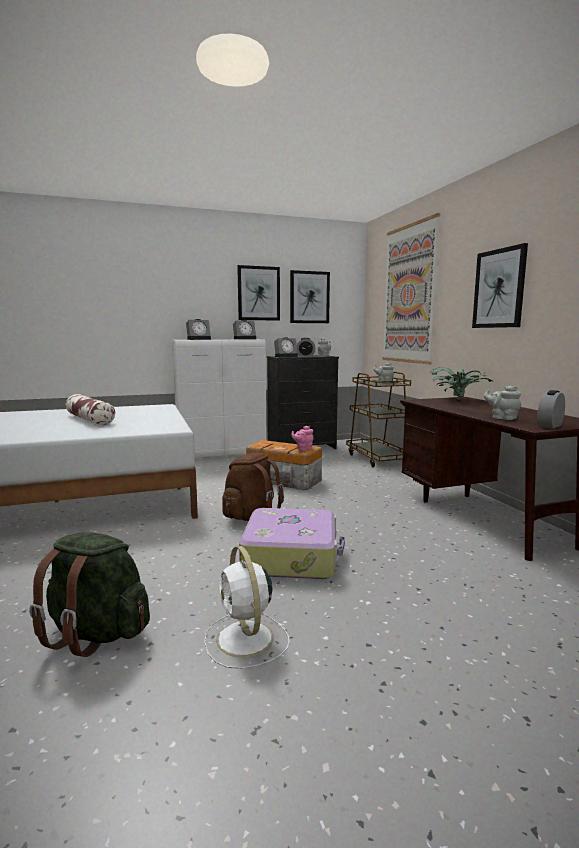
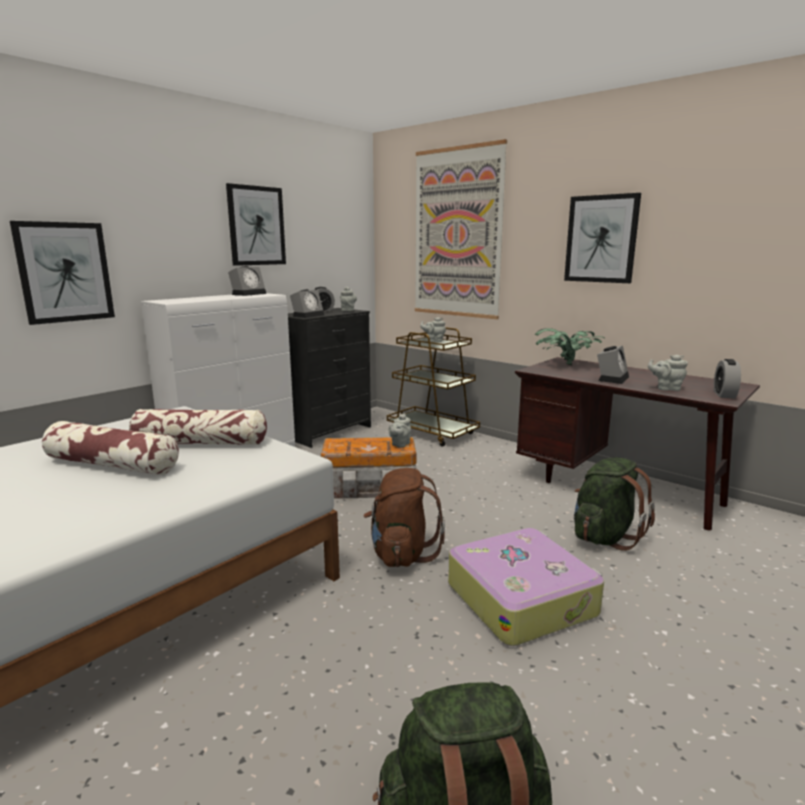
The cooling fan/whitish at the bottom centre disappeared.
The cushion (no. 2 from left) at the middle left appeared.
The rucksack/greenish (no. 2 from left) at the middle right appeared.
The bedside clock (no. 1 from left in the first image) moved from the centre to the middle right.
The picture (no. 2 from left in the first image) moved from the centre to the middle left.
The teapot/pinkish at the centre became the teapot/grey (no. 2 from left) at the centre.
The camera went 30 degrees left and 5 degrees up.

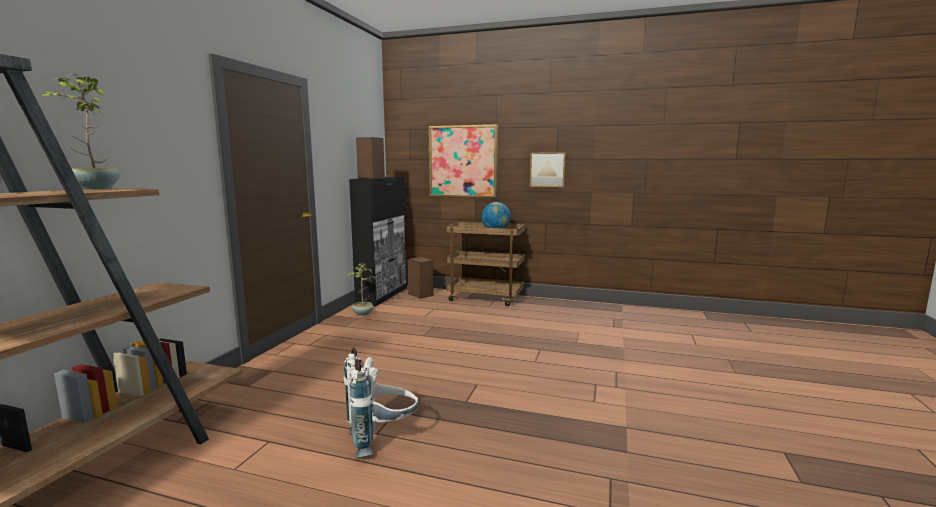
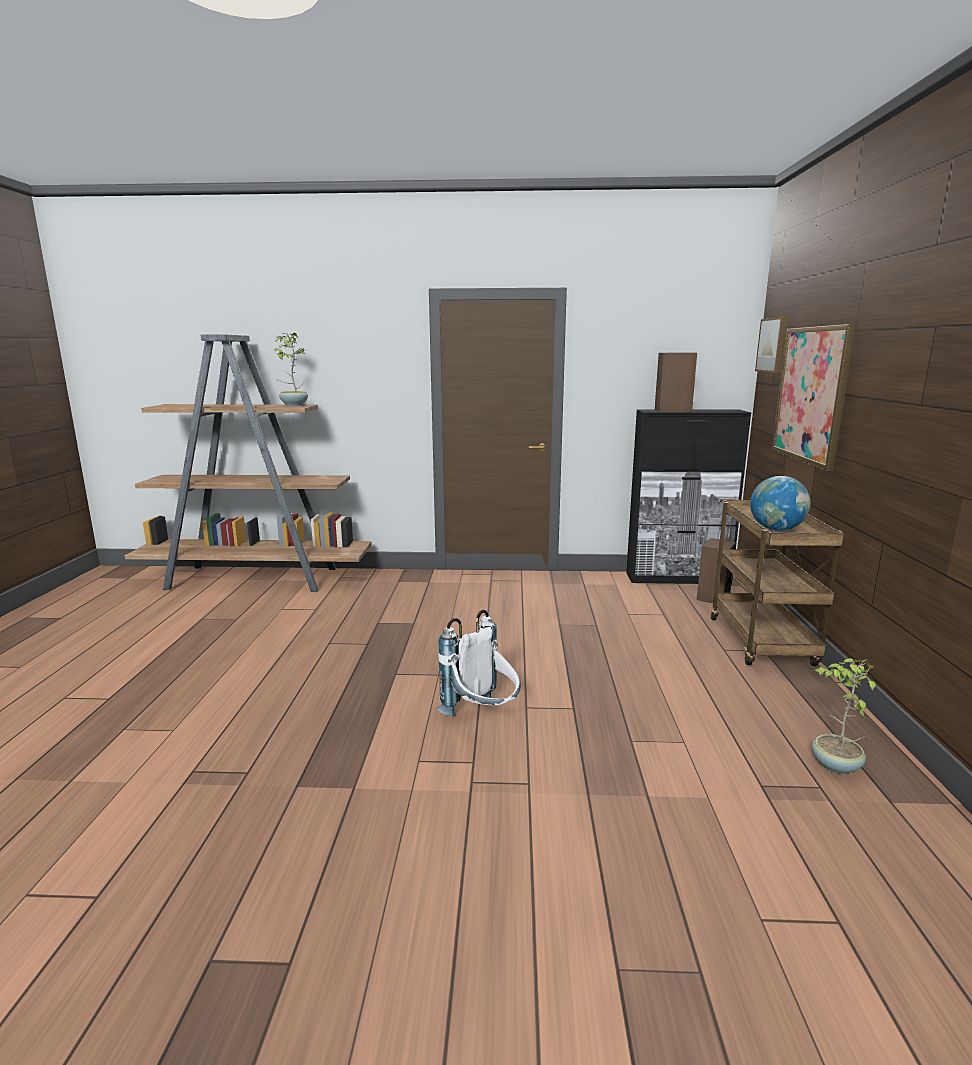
The rucksack/whitish moved from the bottom centre to the centre.
The plant in a pot (no. 2 from left) moved from the centre to the bottom right.
The picture (no. 2 from left in the first image) moved from the centre to the top right.
The camera went 75 degrees right and 5 degrees up.

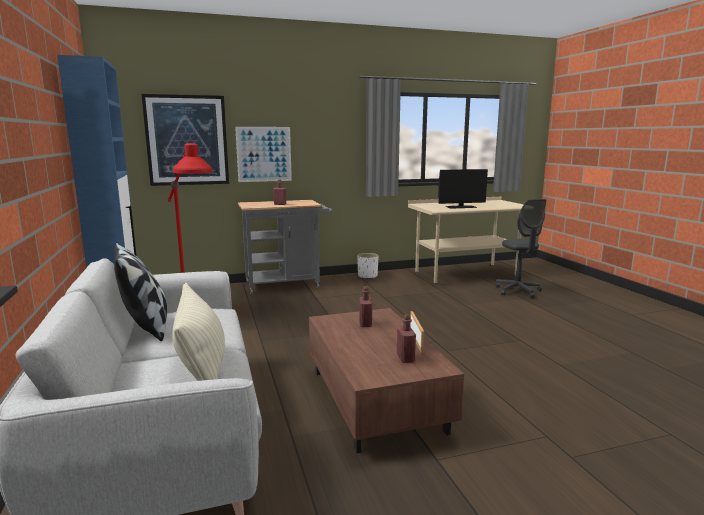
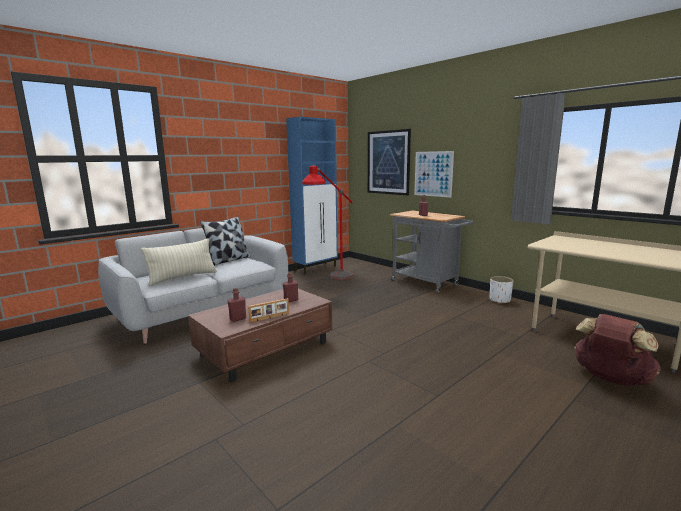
The monitor at the centre disappeared.
The computer chair/grey at the middle right was replaced by the rucksack/brownish at the bottom right.
The camera went 65 degrees right and 0 degrees up.

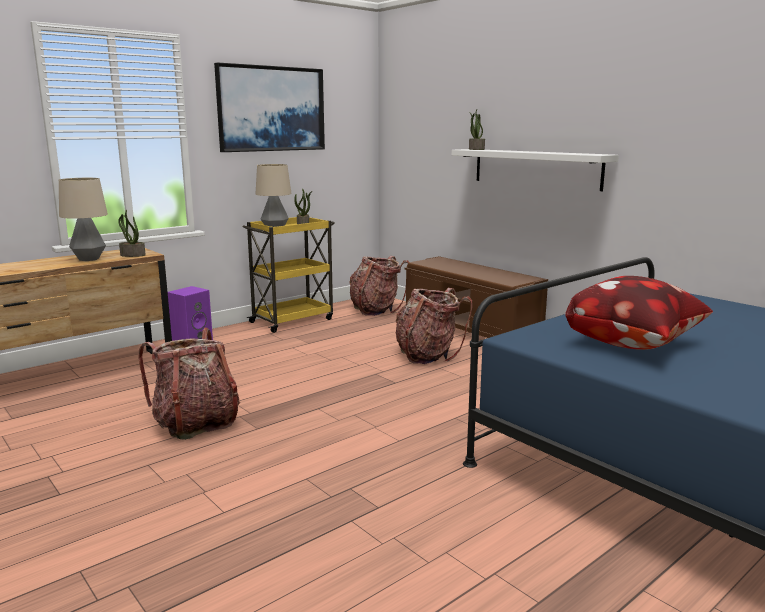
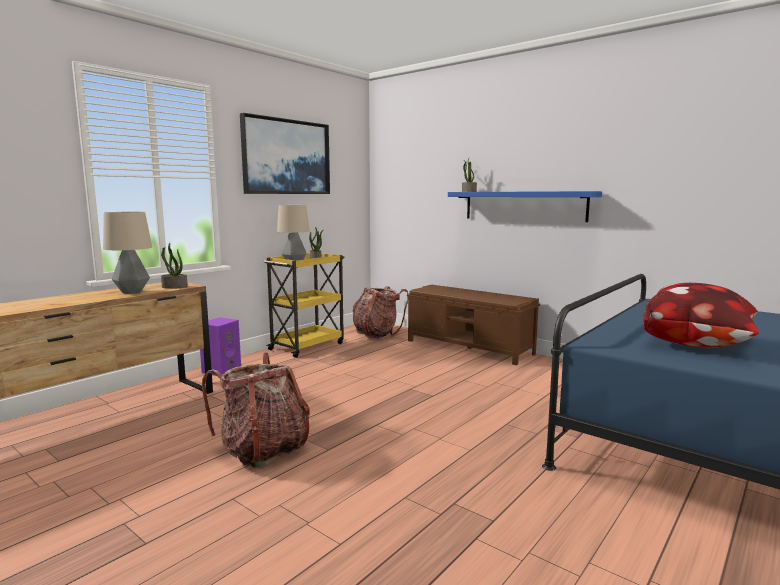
The rucksack (no. 3 from left) at the centre disappeared.
The wall shelf/whitish at the top right became the wall shelf/blue at the middle right.
The camera went 10 degrees left and 5 degrees down.

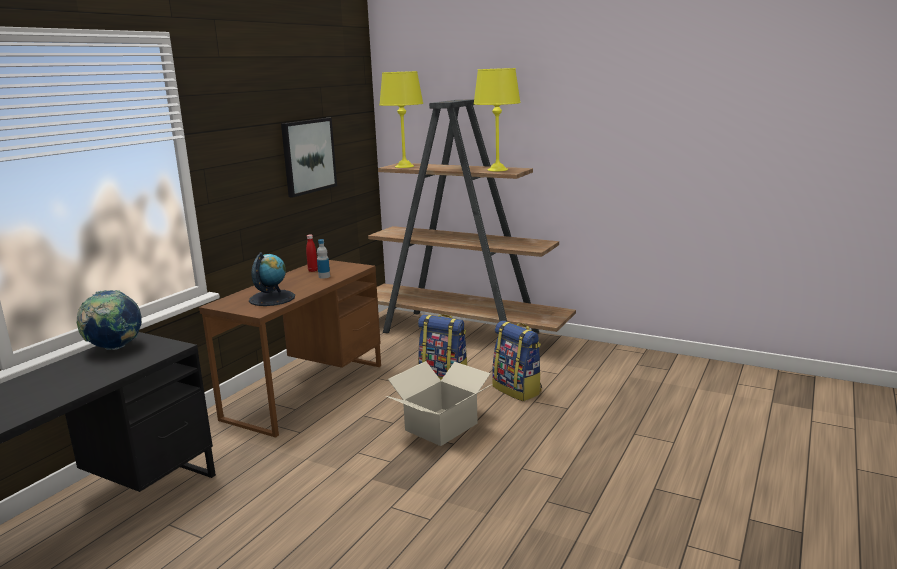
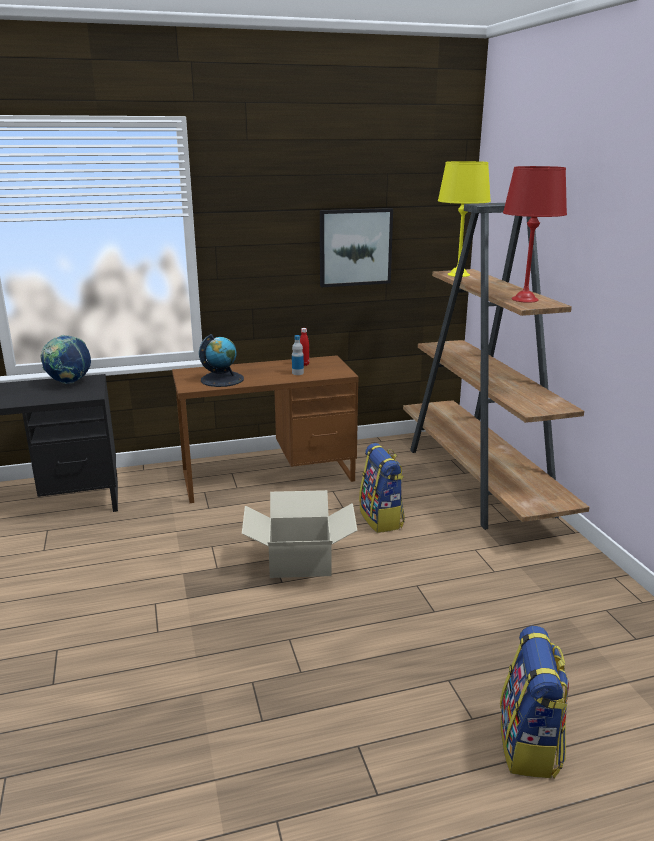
The rucksack (no. 2 from left) moved from the centre to the bottom right.
The table lamp/yellowish (no. 2 from left) at the top centre became the table lamp/reddish at the top right.
The camera went 45 degrees right and 5 degrees up.

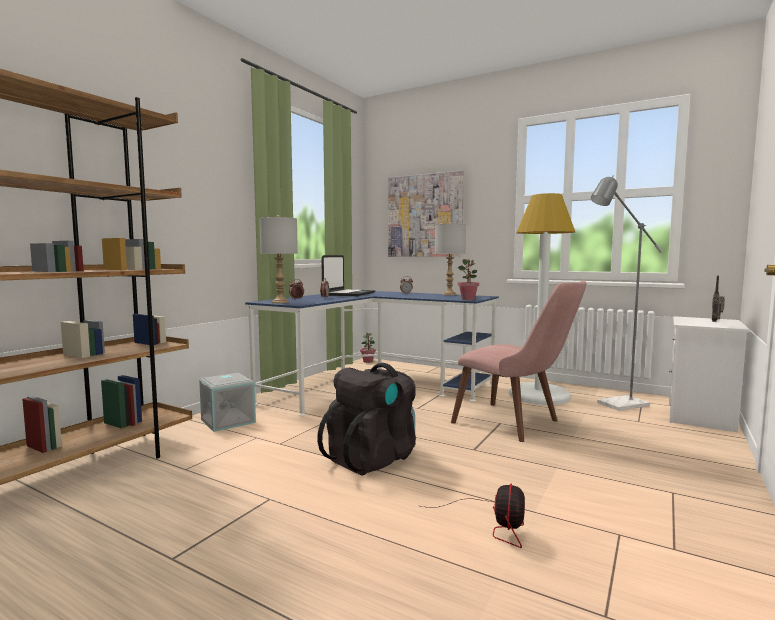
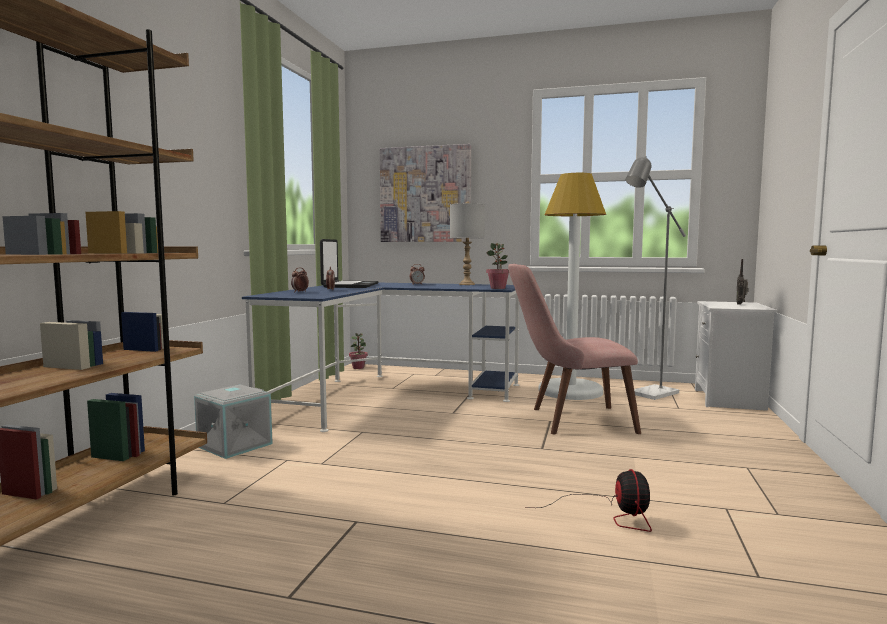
The table lamp/grey (no. 1 from left) at the centre disappeared.
The rucksack/black at the bottom centre disappeared.
The plain chair/pinkish at the middle right turned 150 degrees clockwise.
The camera went 15 degrees left and 0 degrees up.

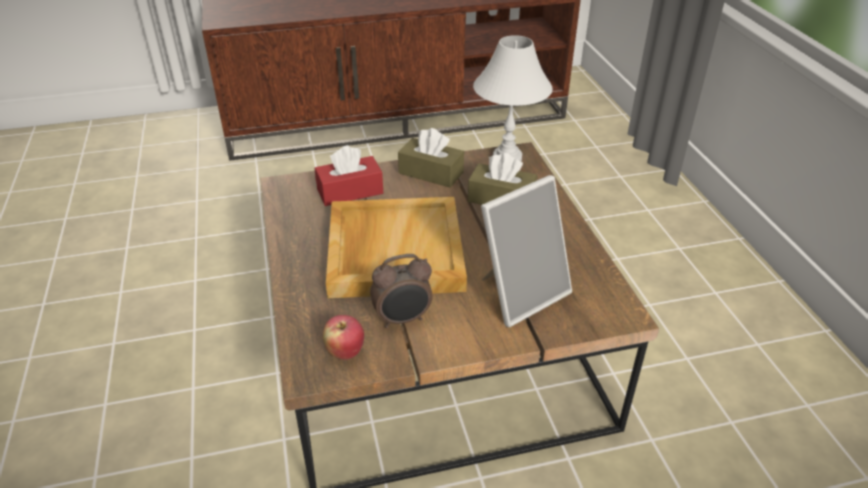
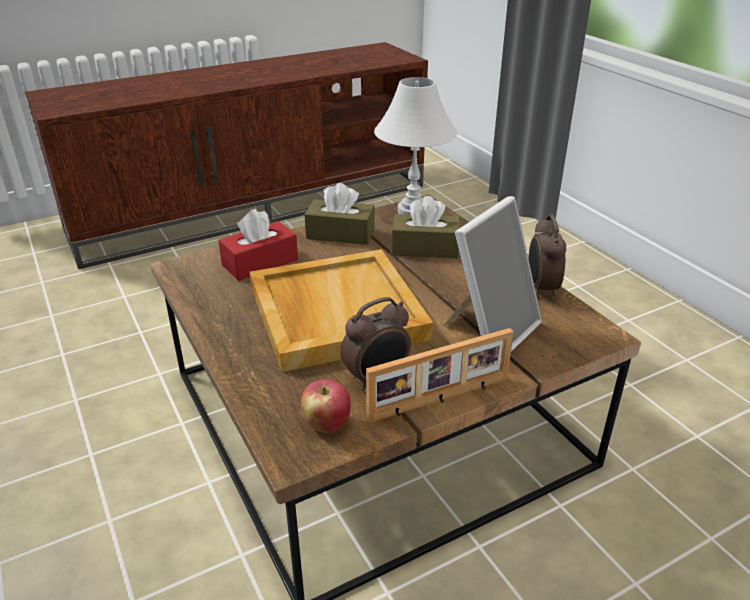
The picture frame (no. 1 from left) at the centre appeared.
The bedside clock (no. 2 from left) at the middle right appeared.
The camera went 15 degrees left and 5 degrees down.

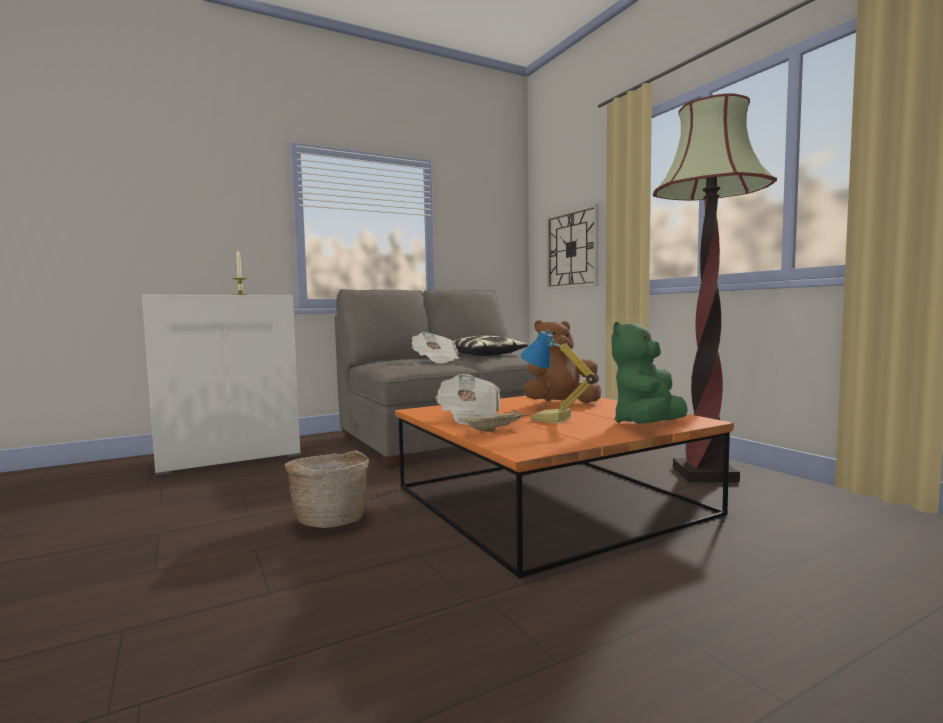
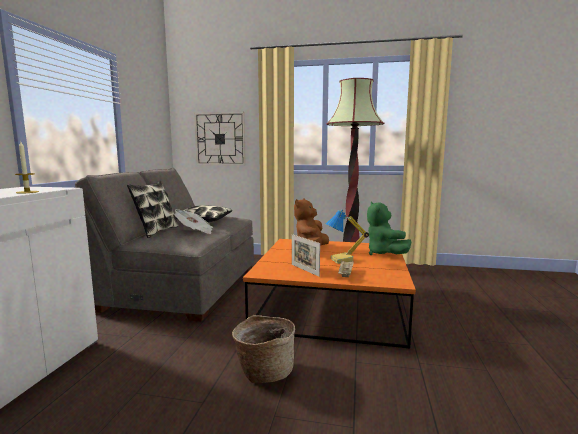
The cushion (no. 1 from left) at the middle left appeared.
The printed paper (no. 2 from left) at the centre was replaced by the picture frame at the centre.
The camera went 50 degrees left and 5 degrees up.

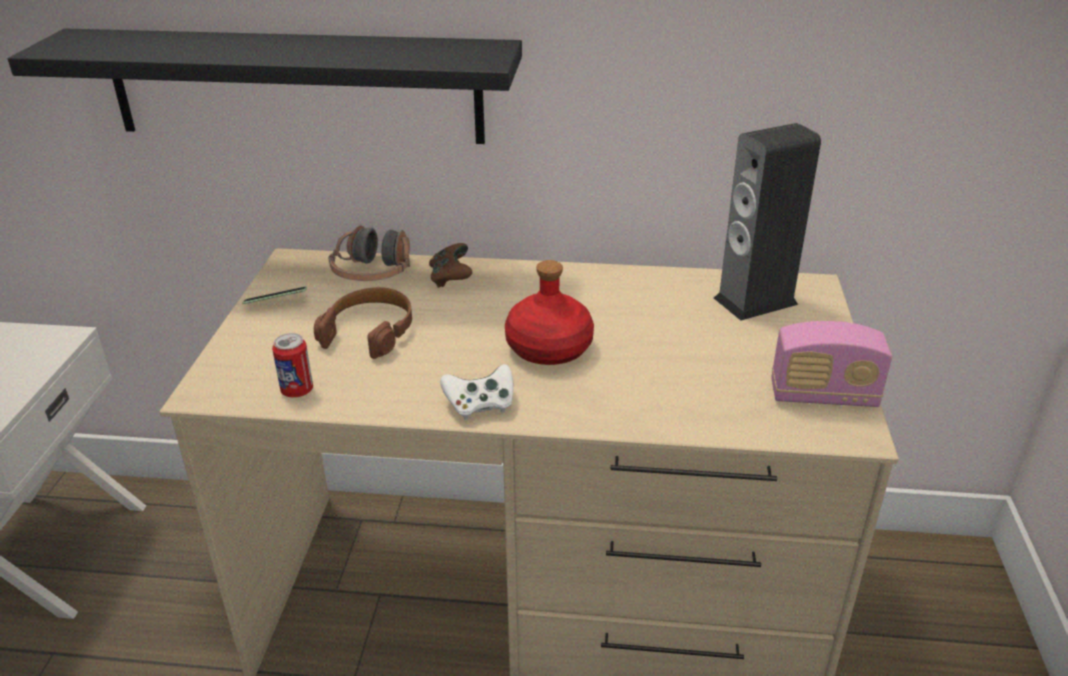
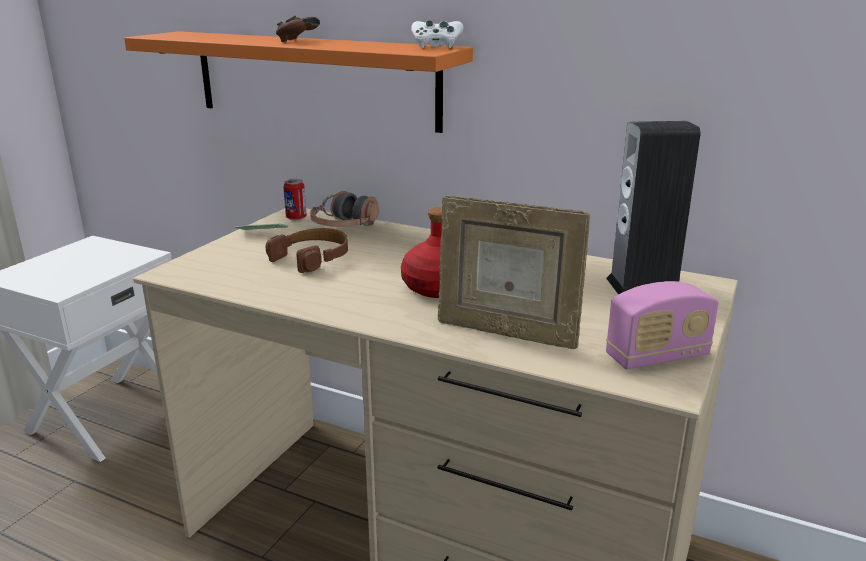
The picture frame at the centre appeared.
The sealed can moved from the middle left to the centre.
The game controller/brownish moved from the centre to the top centre.
The game controller/whitish moved from the centre to the top centre.
The wall shelf/black at the top left became the wall shelf/orangey at the top centre.
The radio at the middle right turned 45 degrees counterclockwise.
The camera went 20 degrees right and 10 degrees down.

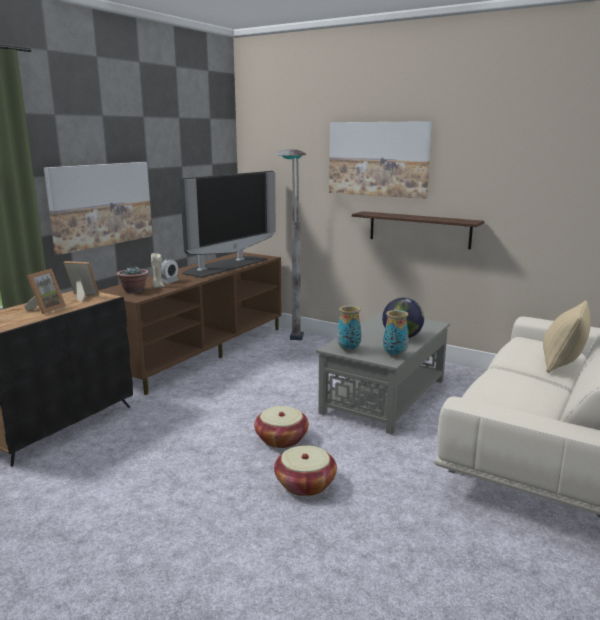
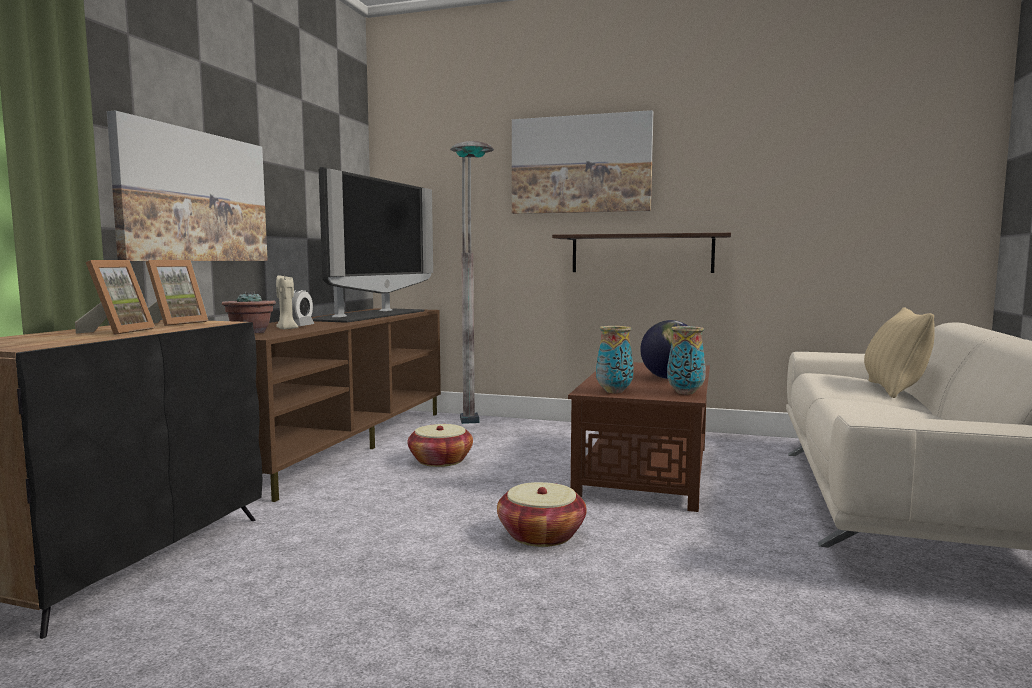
The basket (no. 2 from left in the first image) moved from the bottom centre to the centre.
The lounge table/grey at the centre became the lounge table/brownish at the centre.
The picture frame (no. 2 from left) at the middle left turned 120 degrees clockwise.
The camera went 15 degrees left and 10 degrees down.

